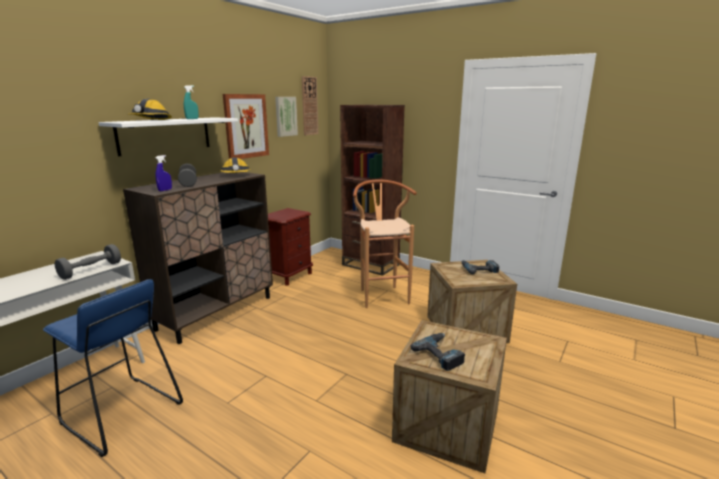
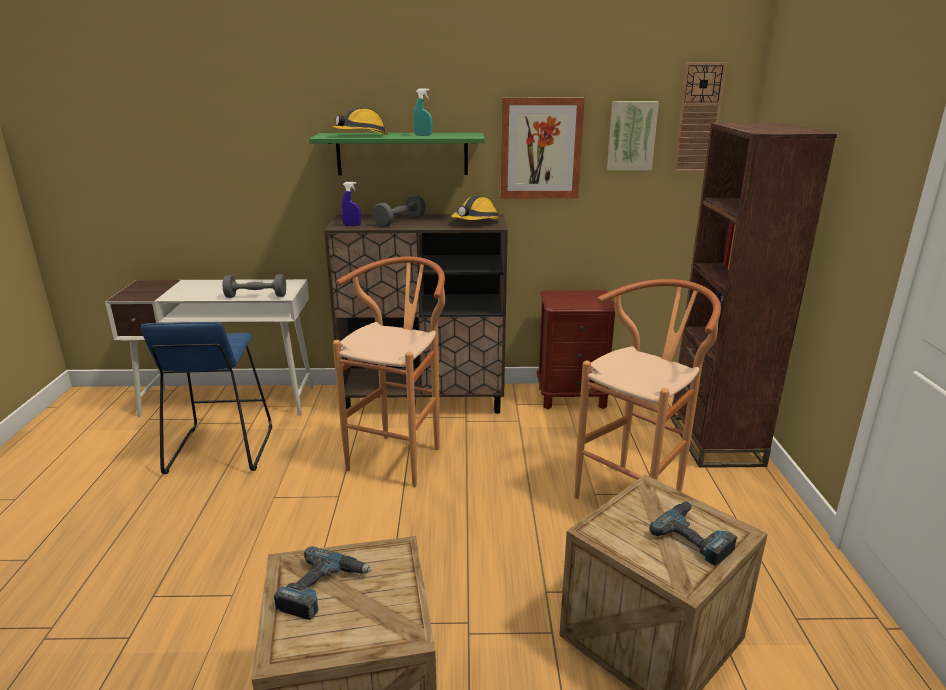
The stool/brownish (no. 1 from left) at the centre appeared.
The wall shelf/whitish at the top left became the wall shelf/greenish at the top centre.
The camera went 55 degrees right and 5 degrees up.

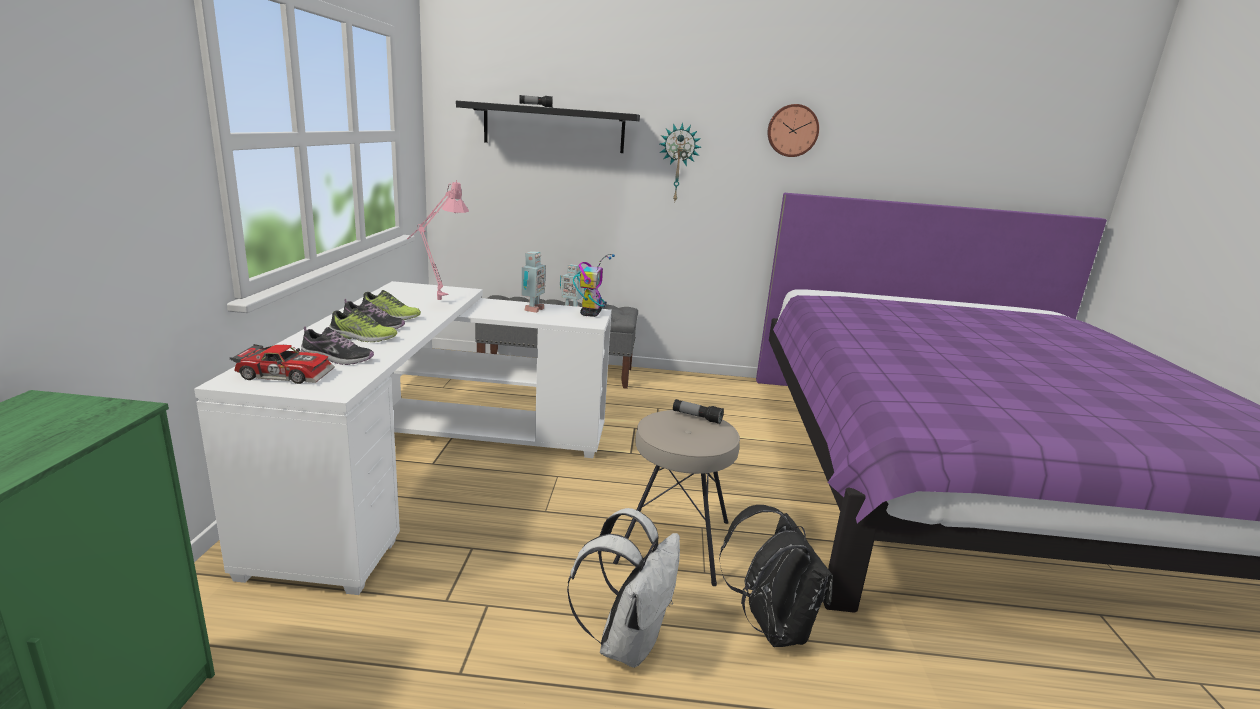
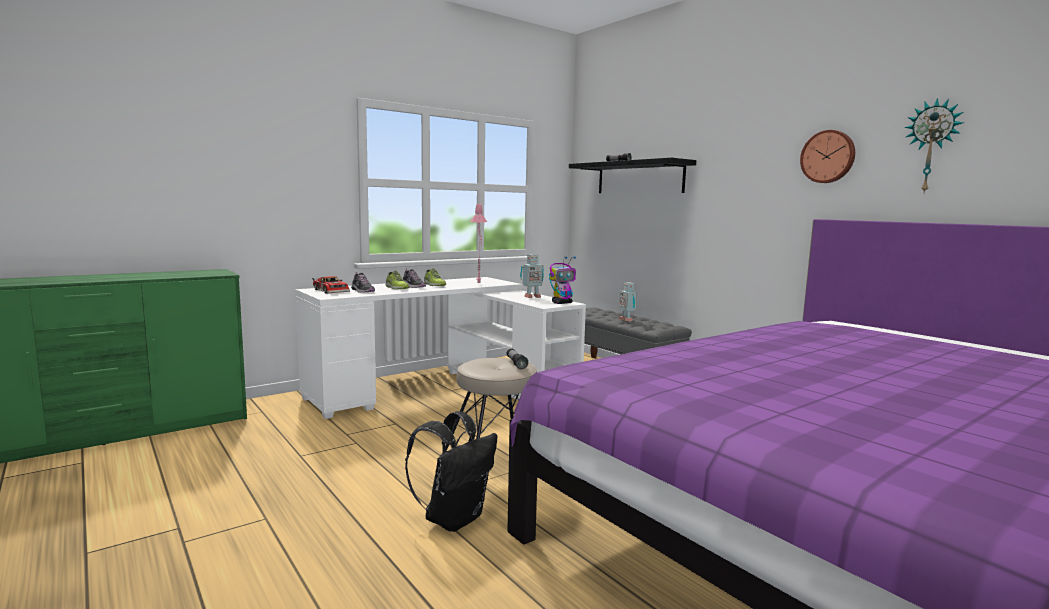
The rucksack/whitish at the bottom centre disappeared.
The wall clock (no. 1 from left in the first image) moved from the top centre to the top right.
The camera went 50 degrees right and 10 degrees down.

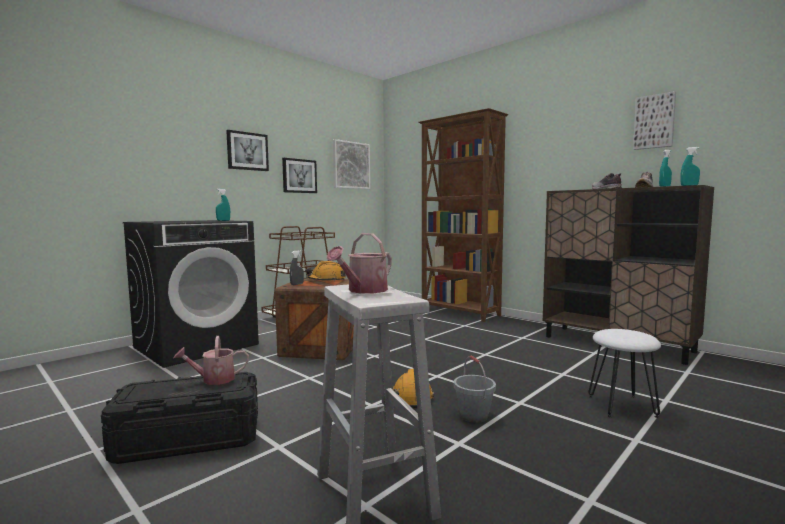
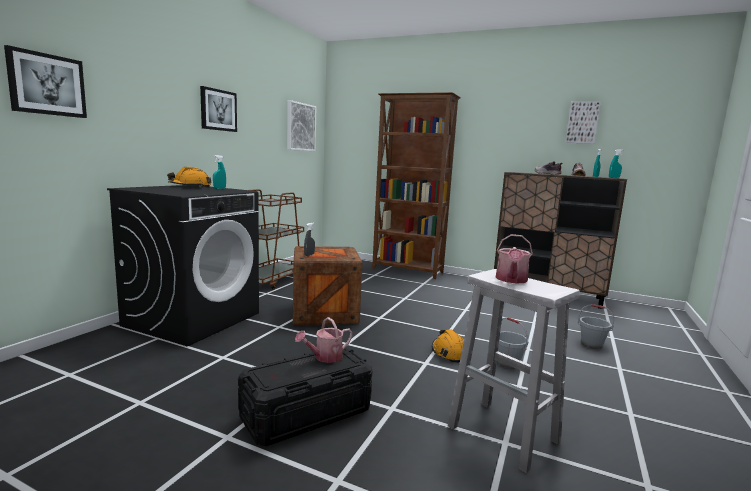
The picture (no. 2 from left in the first image) moved from the centre to the top left.
The hard hat/orangey (no. 1 from left) moved from the centre to the middle left.
The stool/whitish (no. 2 from left) at the bottom right was replaced by the water bucket/grey (no. 2 from left) at the middle right.
The camera went 20 degrees left and 5 degrees up.

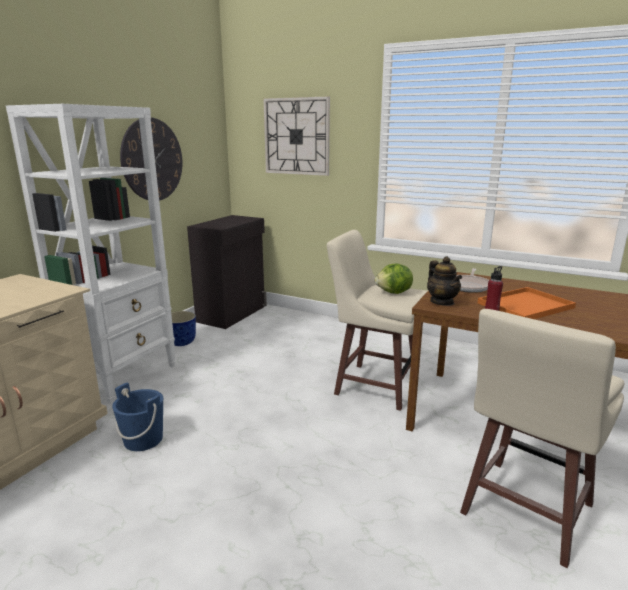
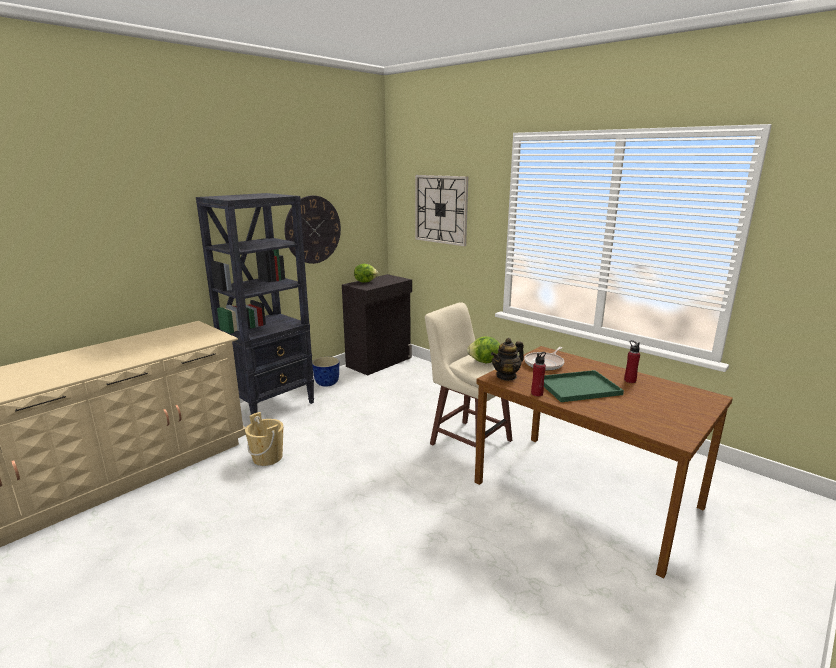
The stool/beige (no. 2 from left) at the bottom right disappeared.
The lettuce head (no. 1 from left) at the centre appeared.
The beverage bottle/reddish (no. 2 from left) at the middle right appeared.
The bookcase/whitish at the middle left became the bookcase/black at the middle left.
The water bucket/blue at the bottom left became the water bucket/beige at the middle left.
The carrying tray/orangey at the middle right became the carrying tray/greenish at the middle right.
The teapot at the middle right turned 60 degrees clockwise.
The camera went 15 degrees right and 0 degrees up.

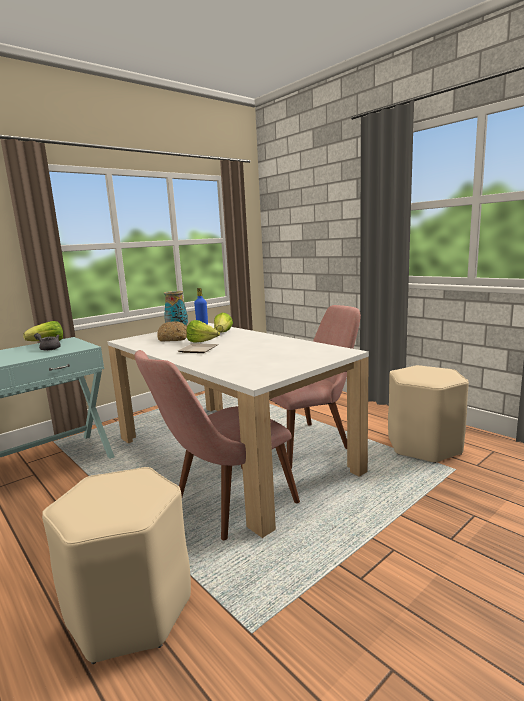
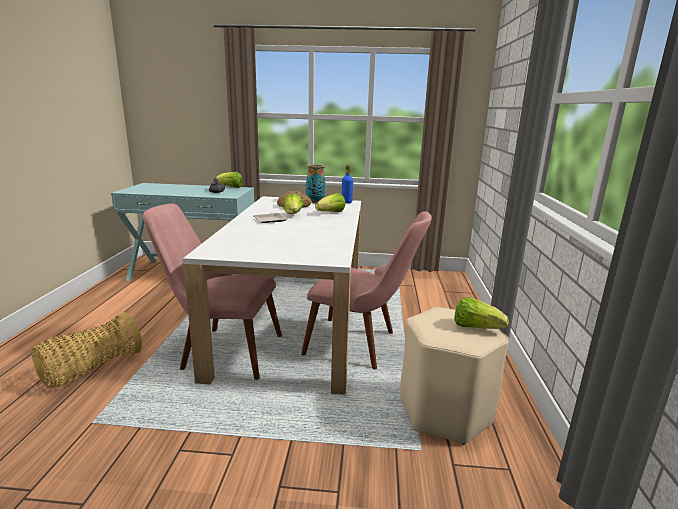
The lettuce head (no. 4 from left) at the middle right appeared.
The stool/beige (no. 1 from left) at the bottom left was replaced by the basket at the bottom left.
The camera went 45 degrees right and 5 degrees up.

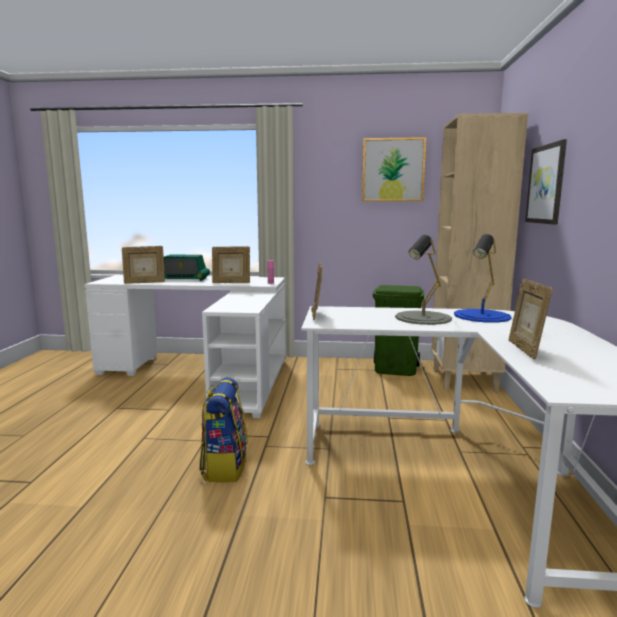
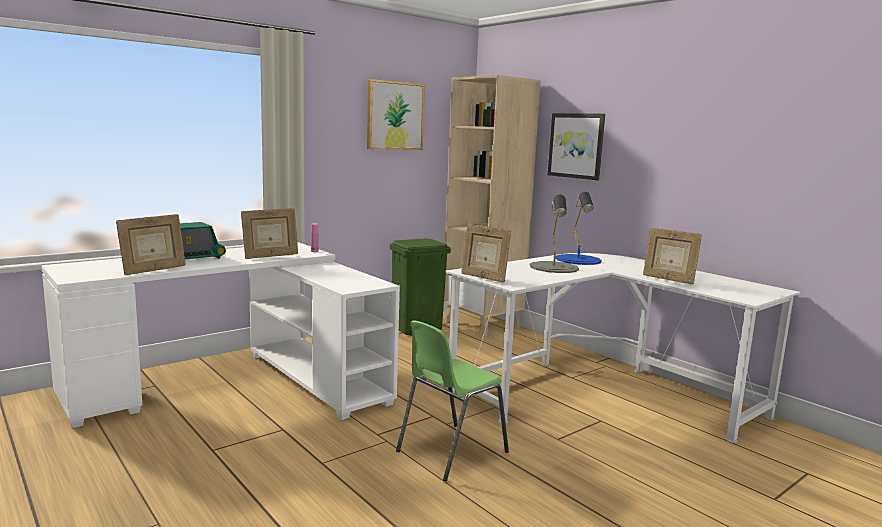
The rucksack at the bottom centre was replaced by the plain chair/greenish at the bottom centre.
The camera went 45 degrees left and 0 degrees up.

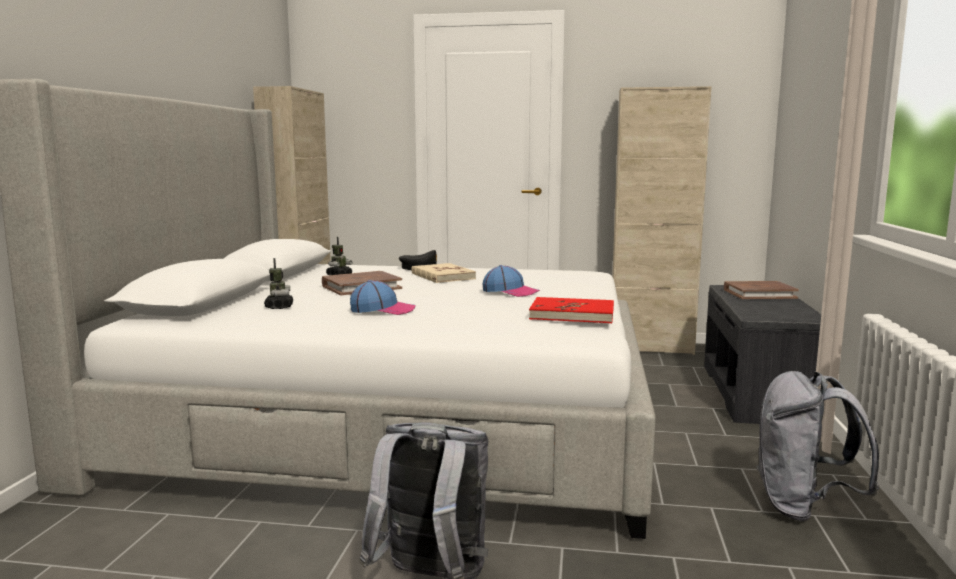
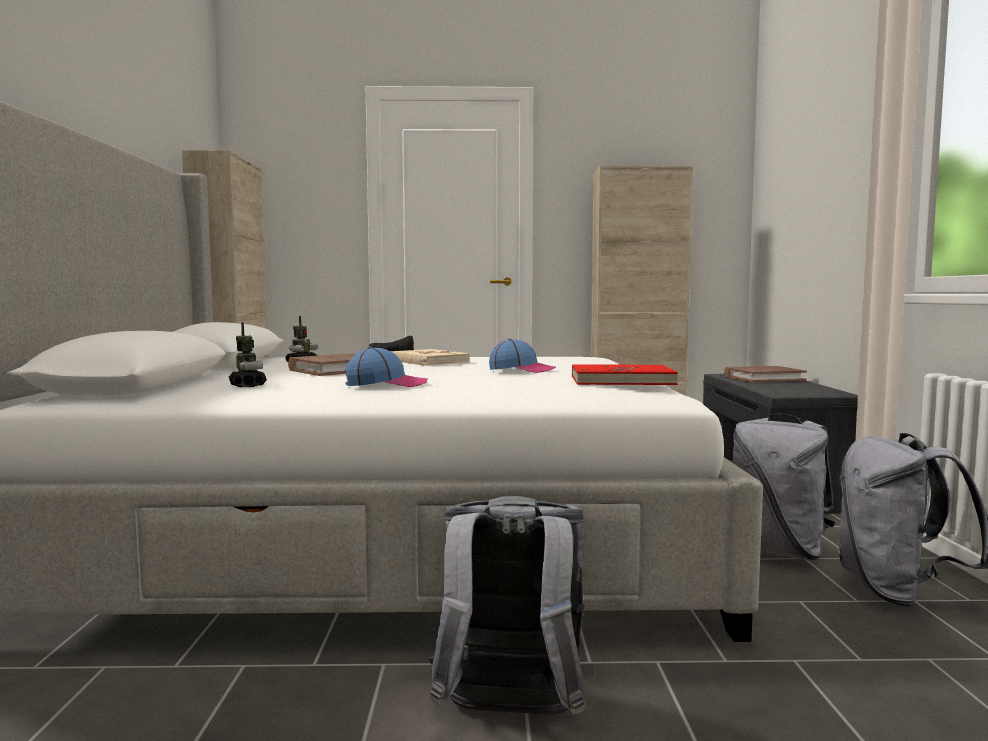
The rucksack/grey (no. 2 from left) at the middle right appeared.
The camera went 10 degrees left and 5 degrees down.

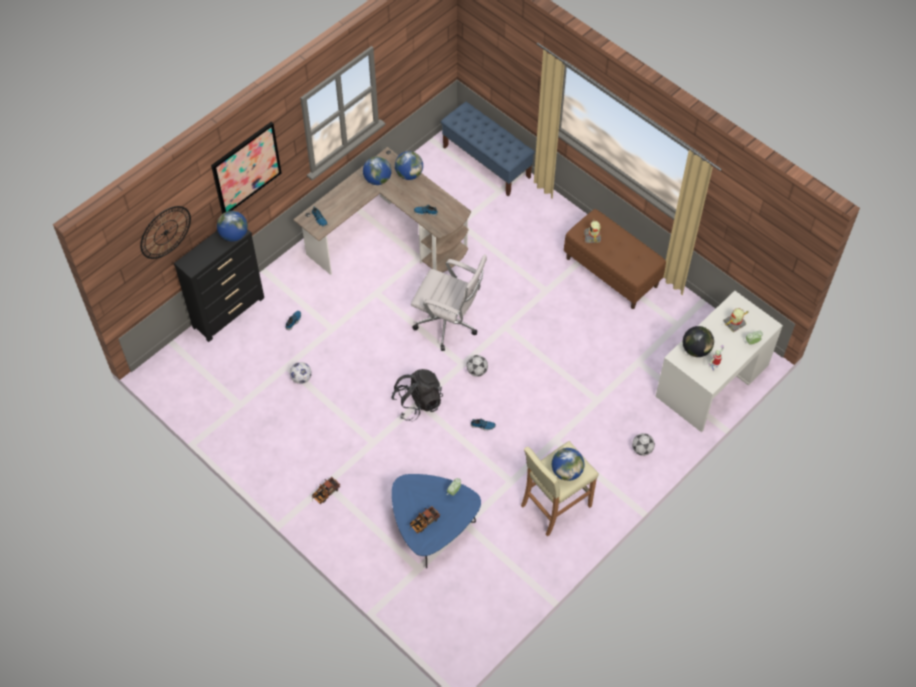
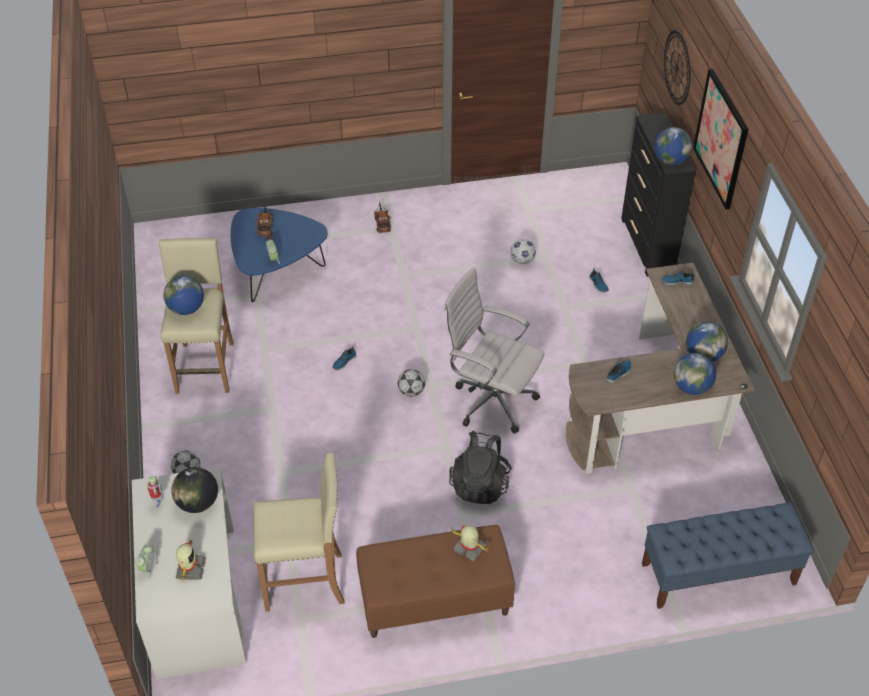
The stool/beige (no. 2 from left) at the bottom centre appeared.
The rucksack/black moved from the centre to the bottom centre.
The computer chair/whitish at the centre turned 60 degrees clockwise.
The camera went 125 degrees right and 10 degrees down.

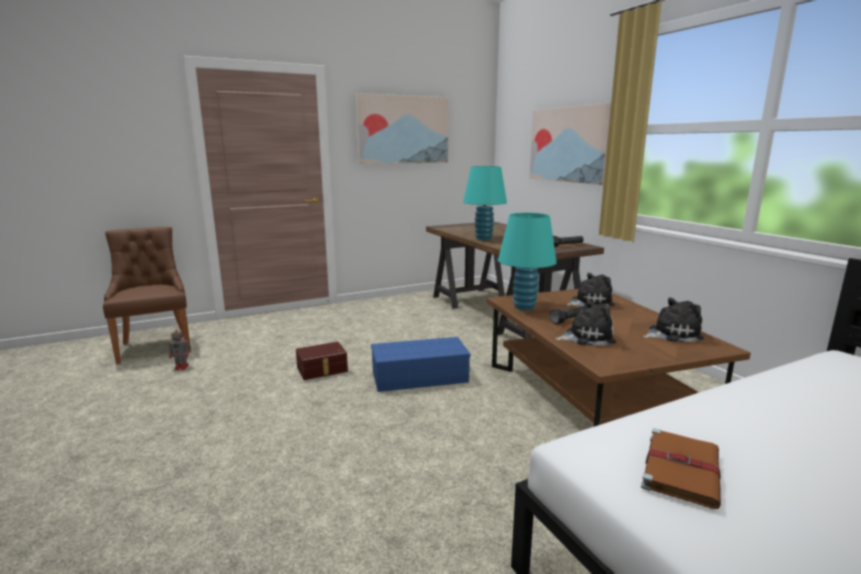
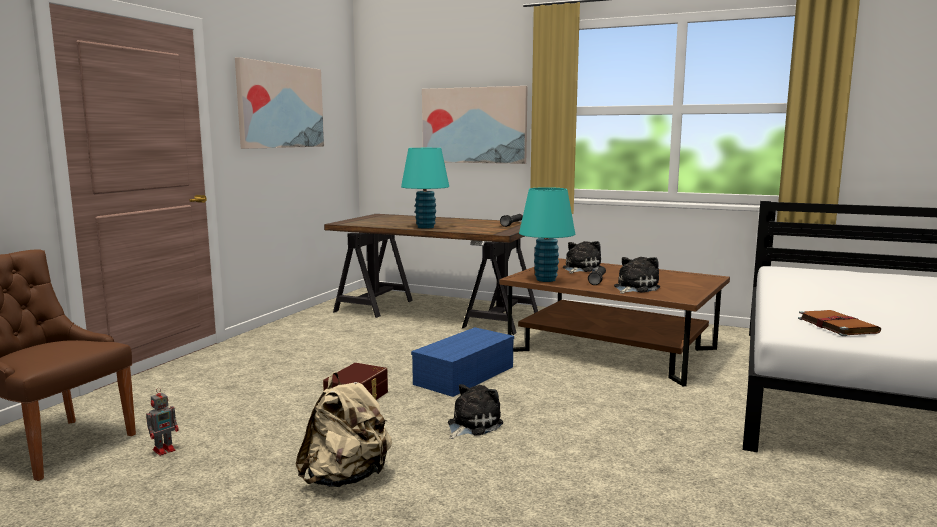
The rucksack/beige at the bottom centre appeared.
The plush toy (no. 3 from left in the first image) moved from the middle right to the bottom centre.
The camera went 40 degrees left and 5 degrees down.

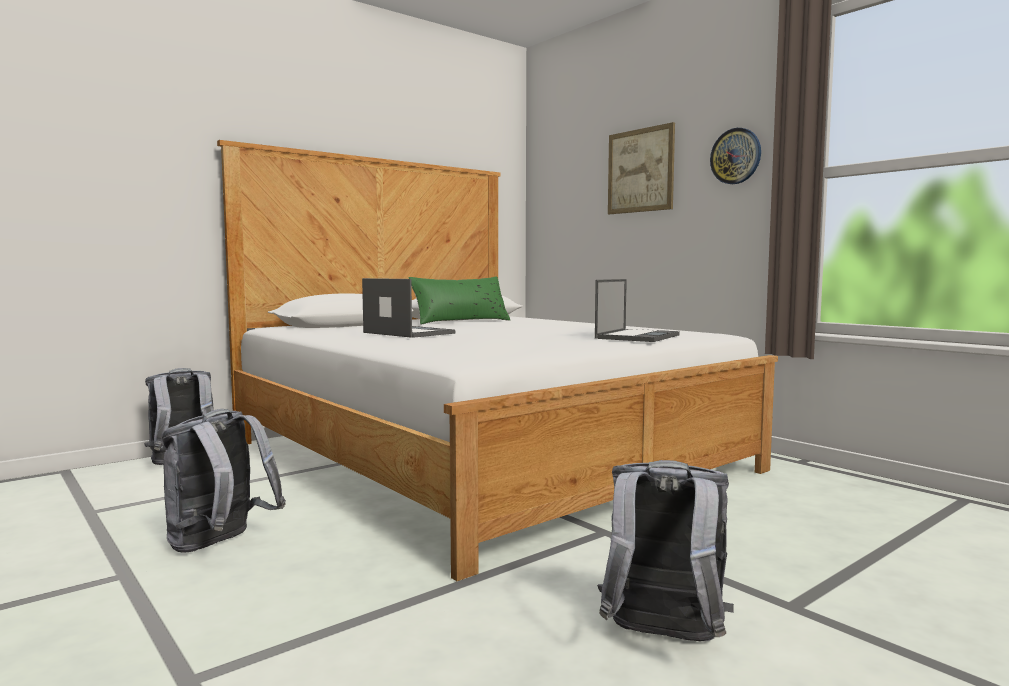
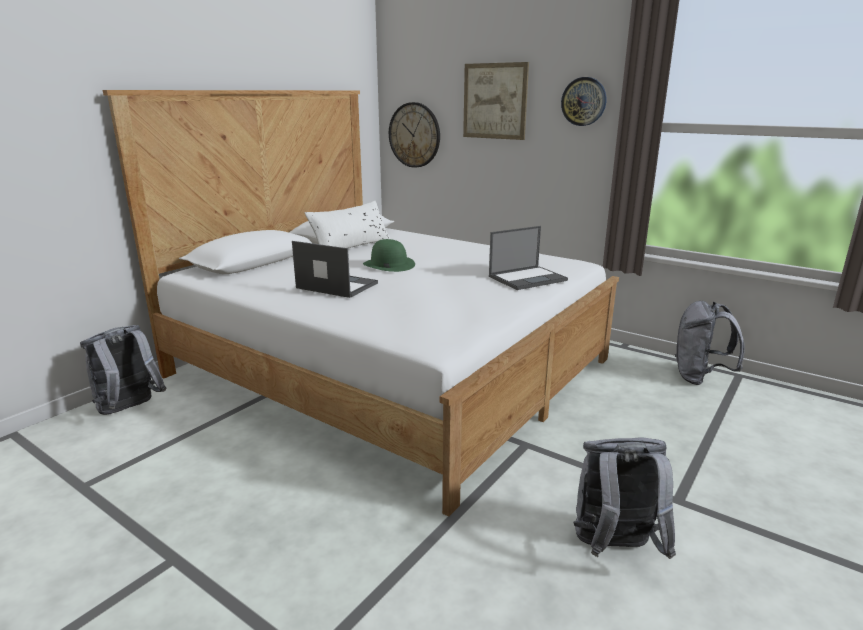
The clothing hat/greenish at the centre appeared.
The wall clock (no. 1 from left) at the top centre appeared.
The rucksack/grey (no. 2 from left in the first image) moved from the bottom left to the middle right.
The cushion/greenish at the centre became the cushion/whitish at the centre.
The portable computer (no. 2 from left) at the centre turned 45 degrees clockwise.
The camera went 15 degrees left and 15 degrees up.

